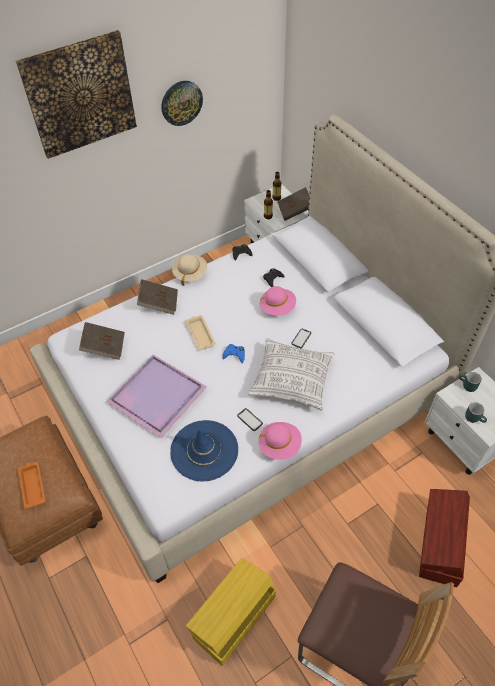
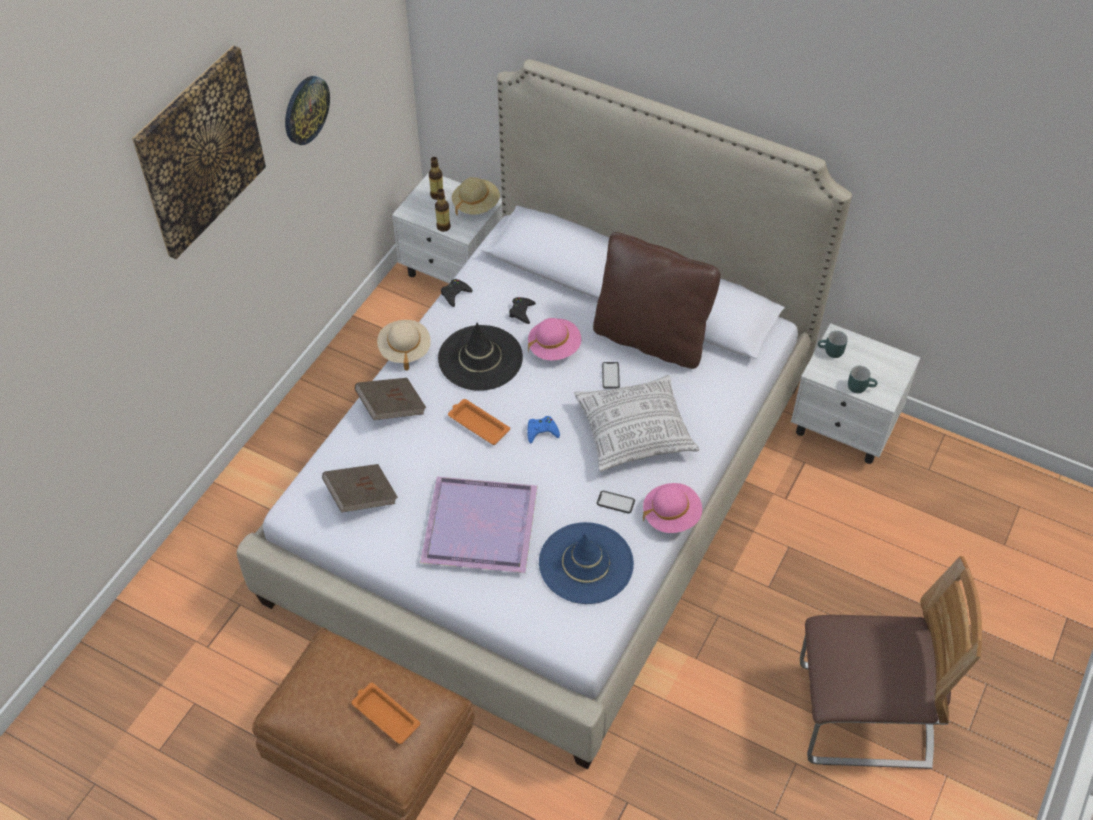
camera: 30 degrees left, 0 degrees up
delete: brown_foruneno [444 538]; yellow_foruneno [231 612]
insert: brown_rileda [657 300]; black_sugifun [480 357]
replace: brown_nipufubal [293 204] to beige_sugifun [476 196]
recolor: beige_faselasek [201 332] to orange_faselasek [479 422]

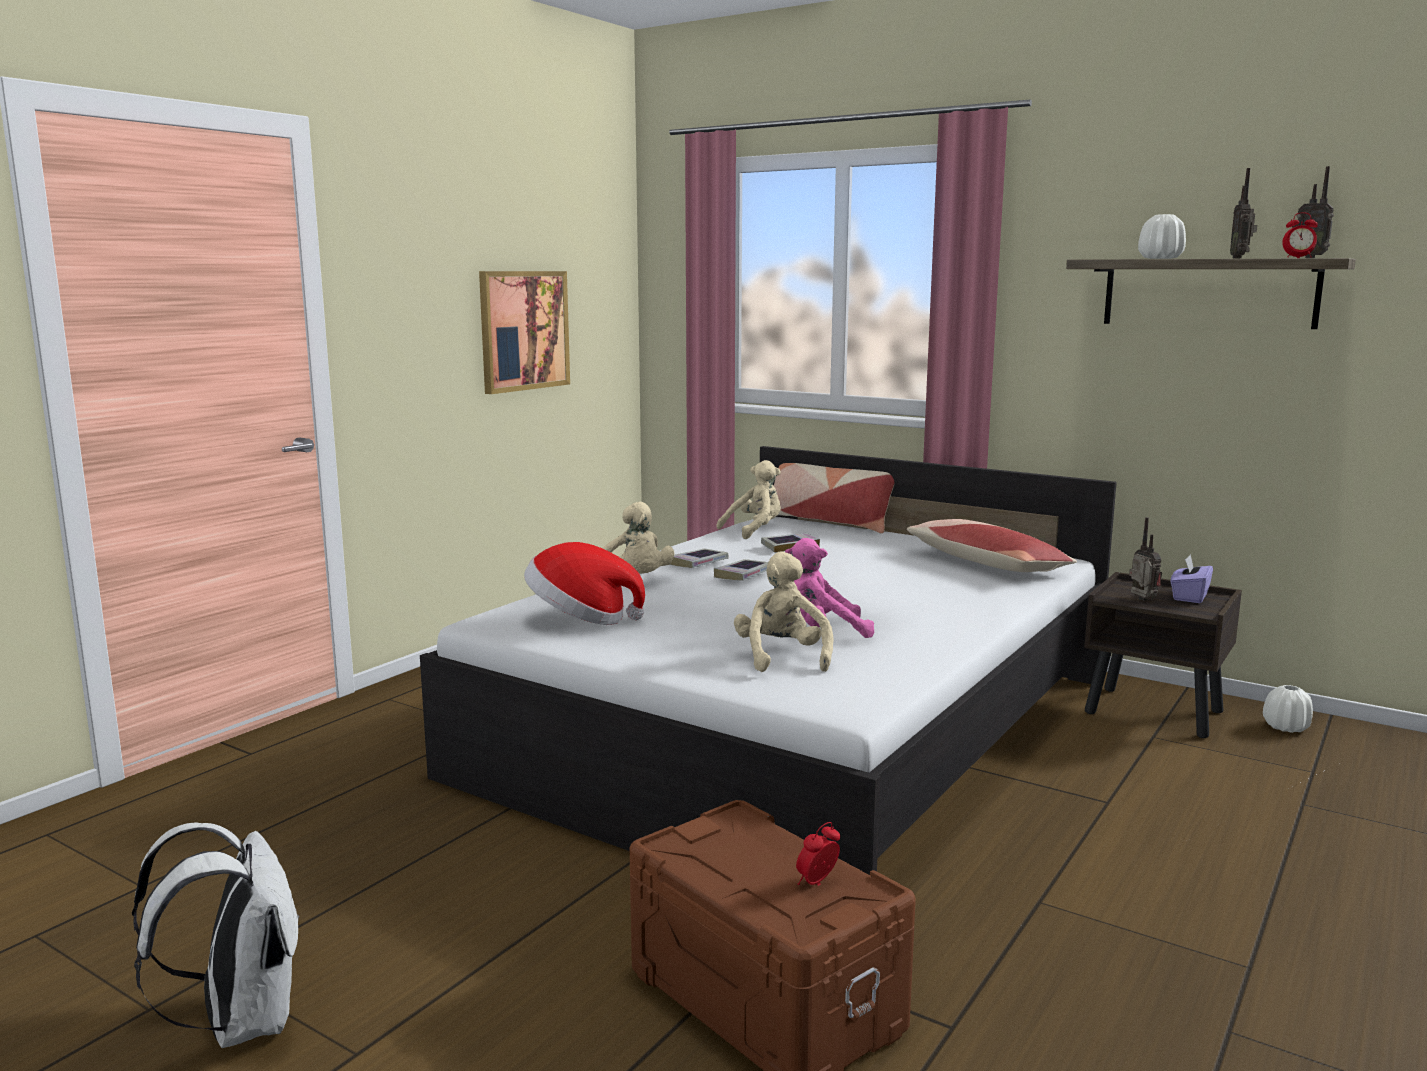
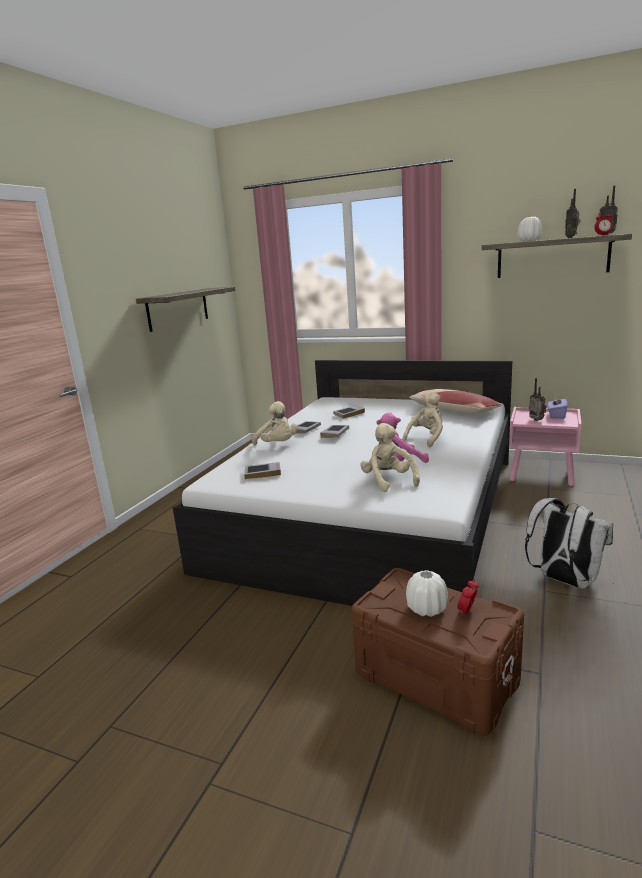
camera: 10 degrees left, 5 degrees up
delete: rileda [834 498]
move: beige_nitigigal [748 499] to [423 419]; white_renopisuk [1288 709] to [427 593]; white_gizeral [215 935] to [569 543]
replace: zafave [524 332] to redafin [185 309]; sugifun [584 583] to nipufubal [262 470]
recolor: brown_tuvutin [1163 655] to pink_tuvutin [545 446]

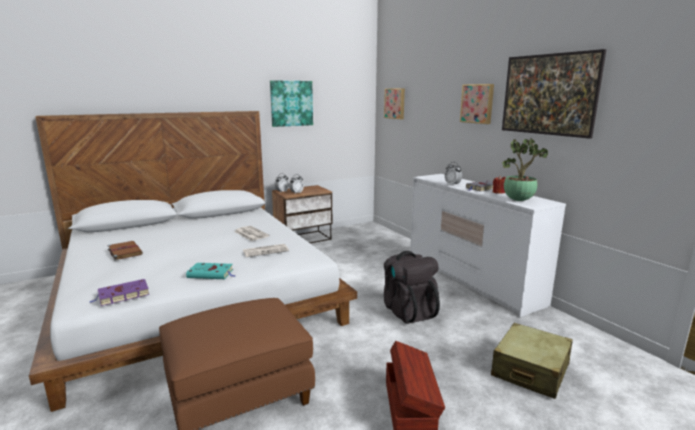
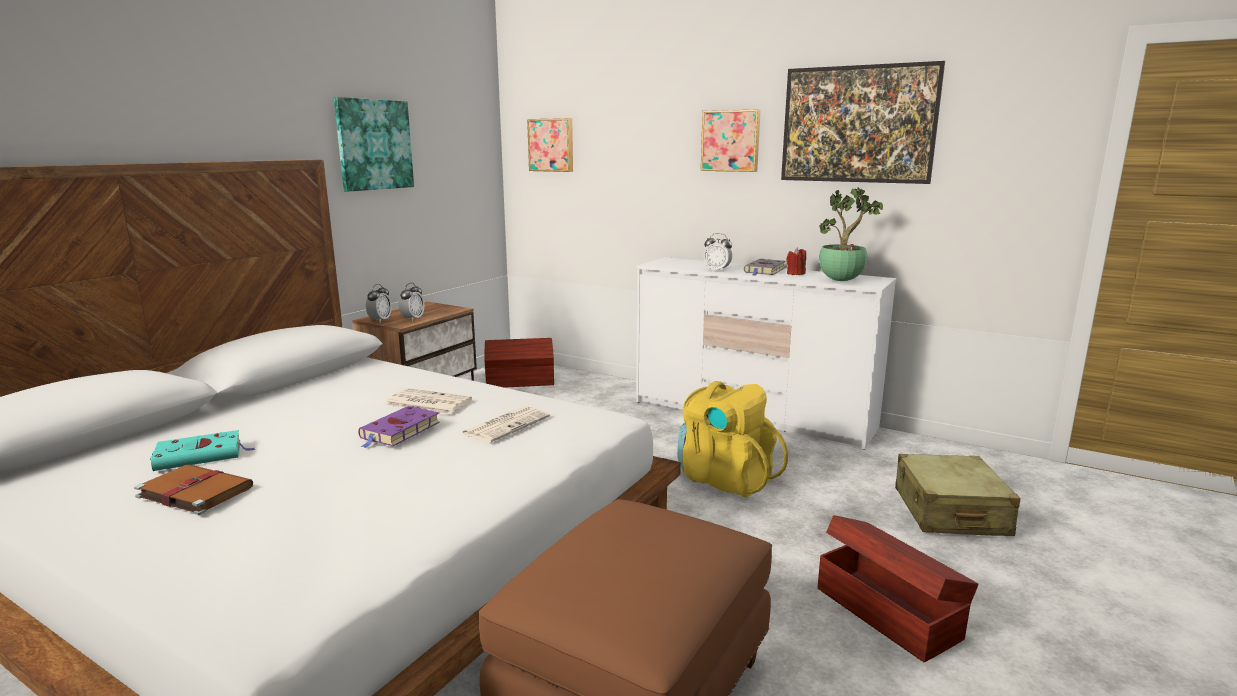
camera: 30 degrees left, 0 degrees up
insert: brown_foruneno [519 363]
move: turquoise_nipufubal [211 271] to [202 450]; purple_nipufubal [119 292] to [399 427]
recolor: black_gizeral [412 287] to yellow_gizeral [733 439]

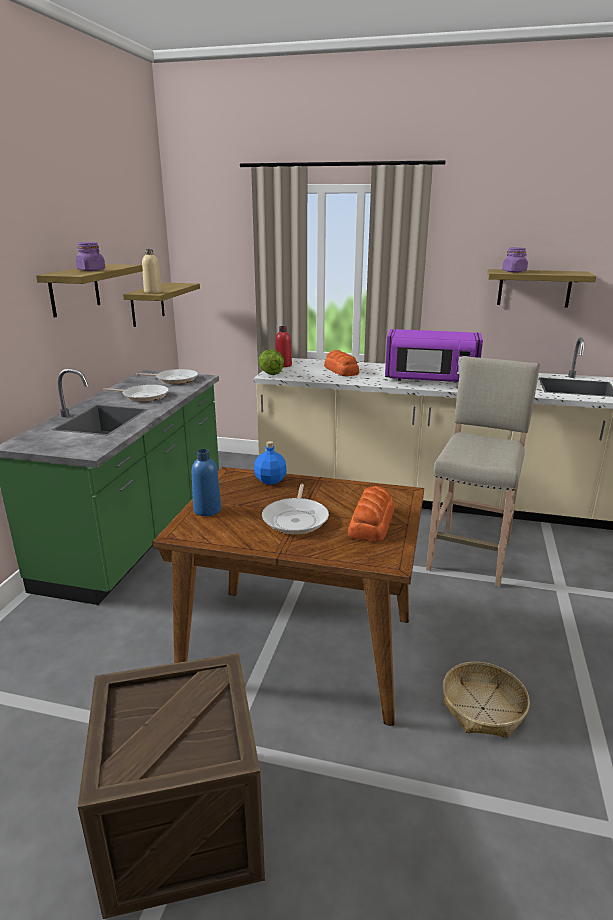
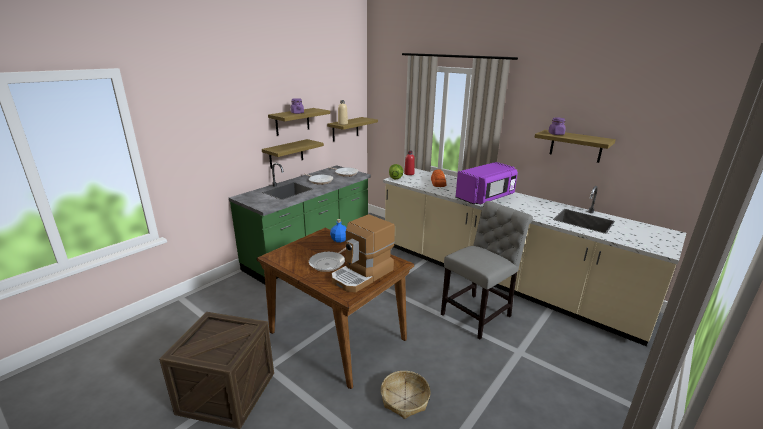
camera: 25 degrees right, 0 degrees up
delete: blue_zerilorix [206 482]
insert: redafin [293 154]
replace: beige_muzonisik [483 471] to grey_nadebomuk [487 270]; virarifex [371 514] to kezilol [363 253]
rotate: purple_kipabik [434 355] = [487 183] 75 degrees counterclockwise

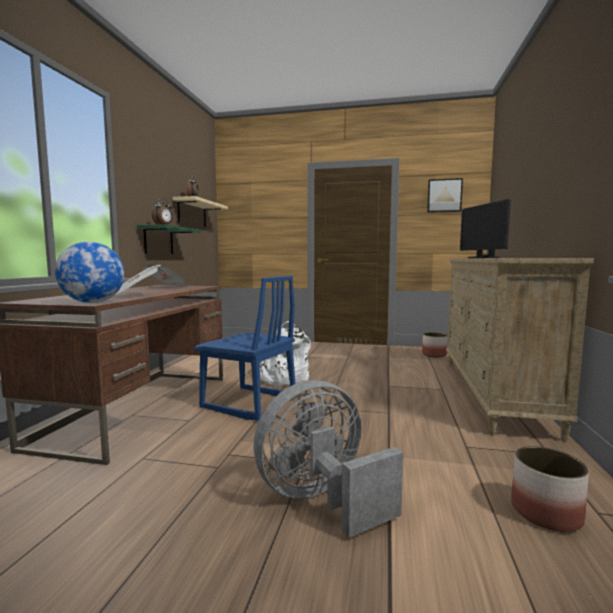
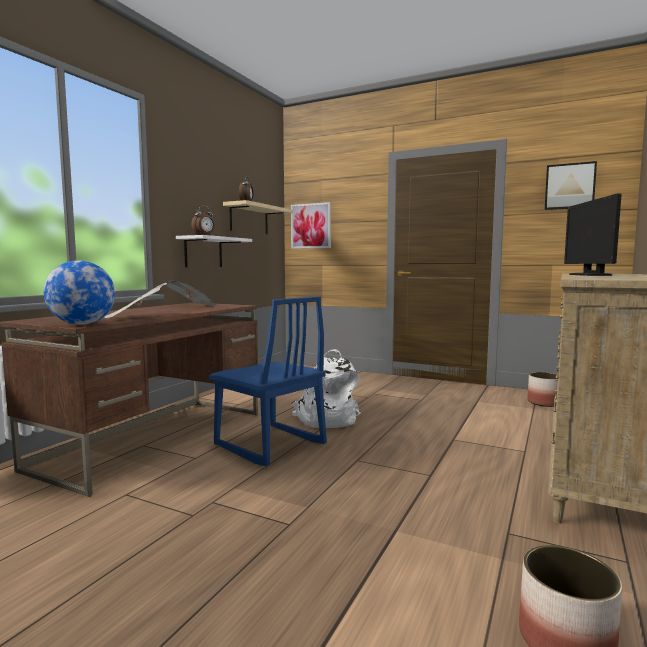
camera: 15 degrees right, 0 degrees up
delete: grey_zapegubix [328 459]
insert: zafave [311 225]
recolor: green_redafin [169 239] to white_redafin [214 251]

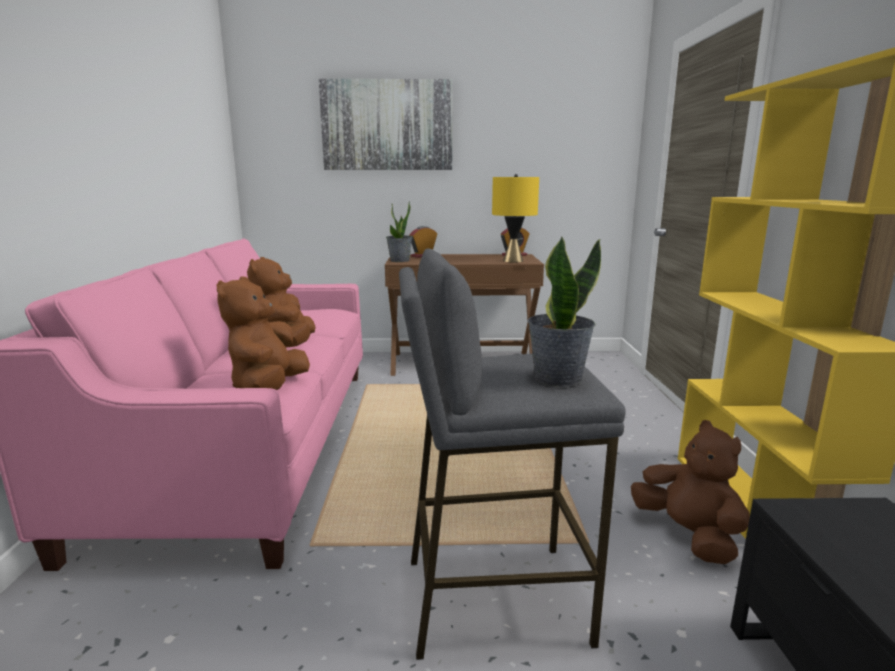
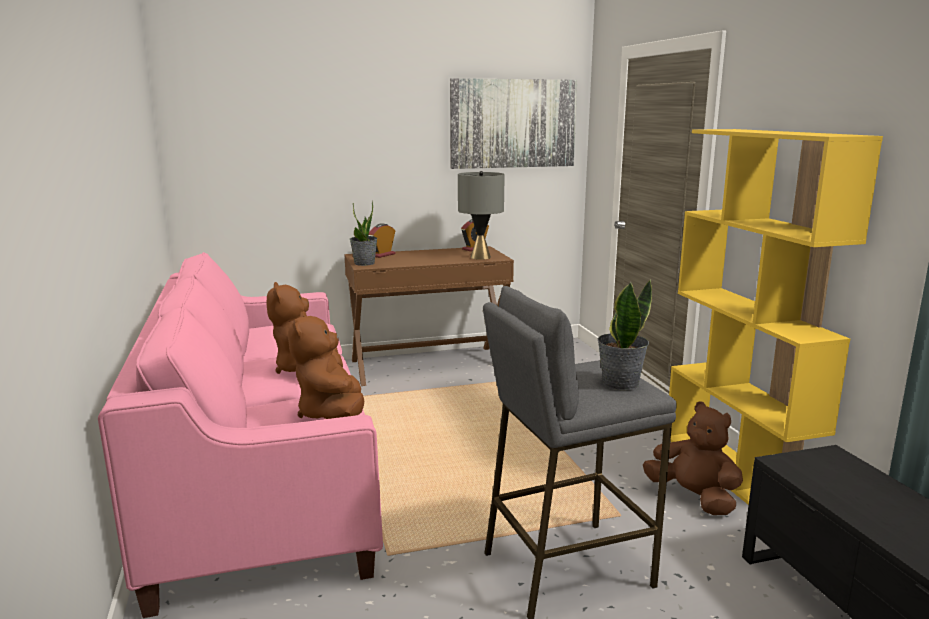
camera: 15 degrees left, 0 degrees up
move: zafave [386 124] to [513 123]
recolor: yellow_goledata [515 218] to grey_goledata [481 215]

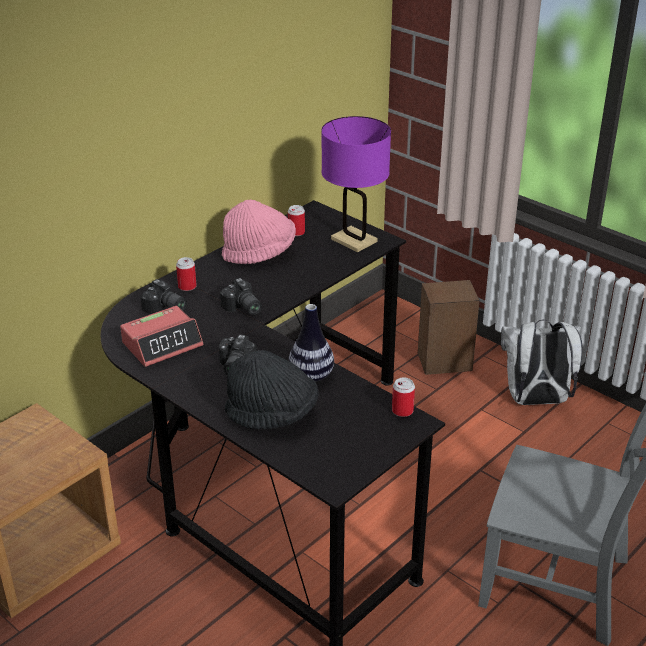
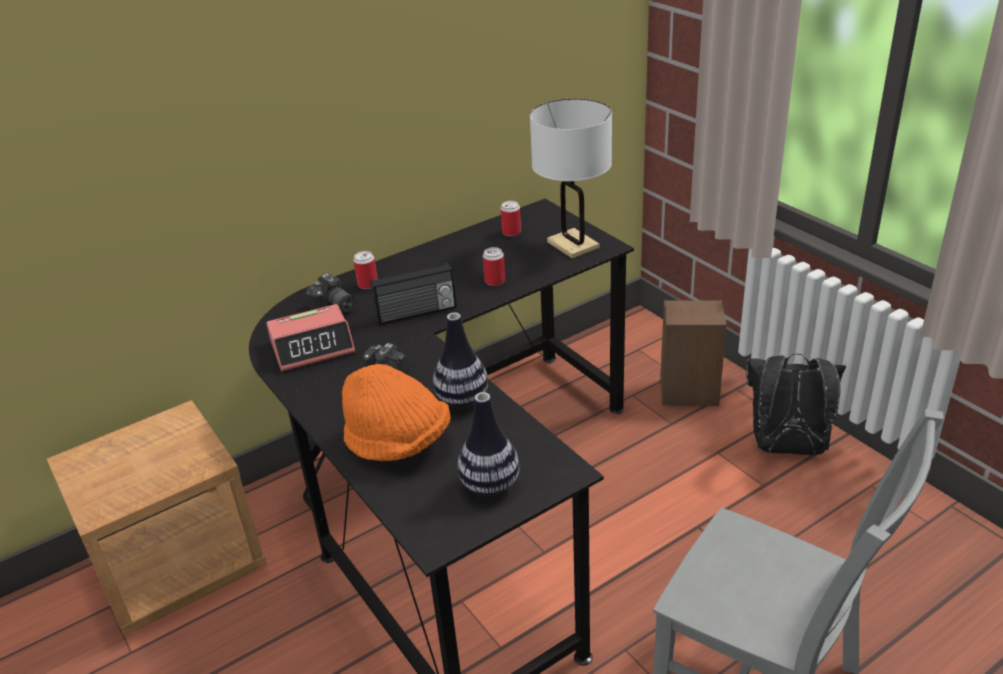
camera: 15 degrees right, 0 degrees up
delete: pink_sugifun [259 232]
insert: renopisuk [489 444]
move: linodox [403 397] to [494 266]
replace: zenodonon [241 296] to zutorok [414 294]
recolor: purple_goledata [356 184] to white_goledata [571 178]; white_gizeral [541 362] to black_gizeral [796 404]; black_sugifun [271 389] to orange_sugifun [396 412]

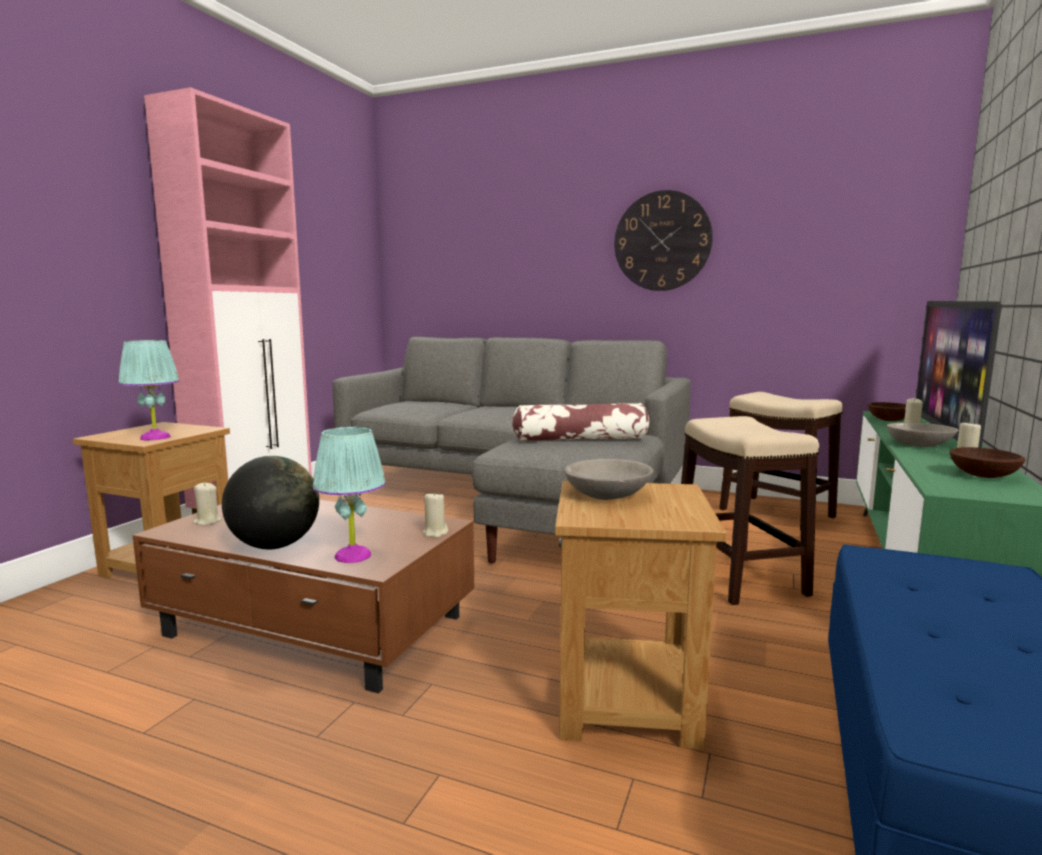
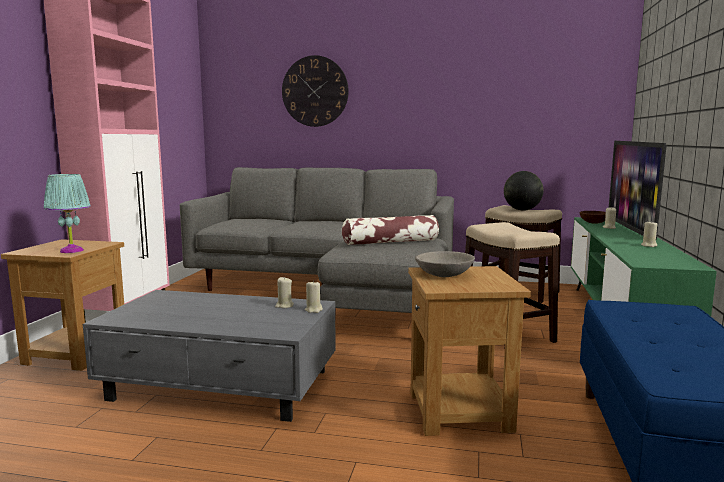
camera: 10 degrees left, 0 degrees up
delete: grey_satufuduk [923 434]; turquoise_goledata [349 495]; brown_satufuduk [988 462]
move: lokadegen [663 240] to [315 91]; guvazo [270 502] to [524 191]; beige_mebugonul [207 503] to [284 292]
recolor: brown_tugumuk [303 596] to grey_tugumuk [209 356]

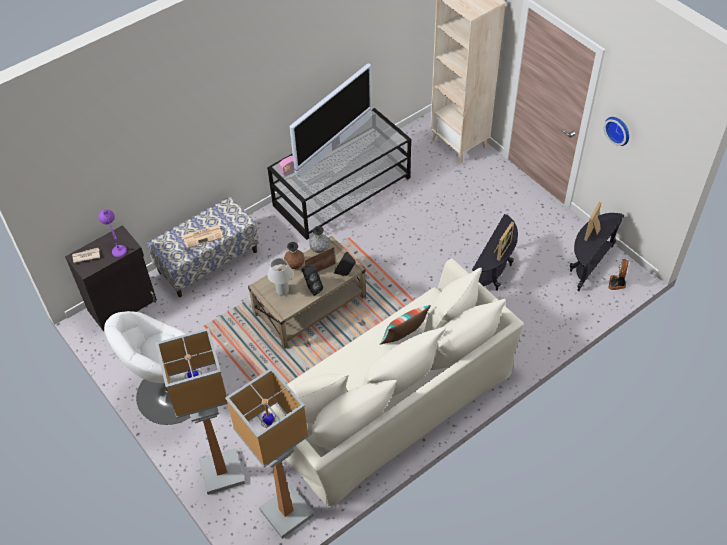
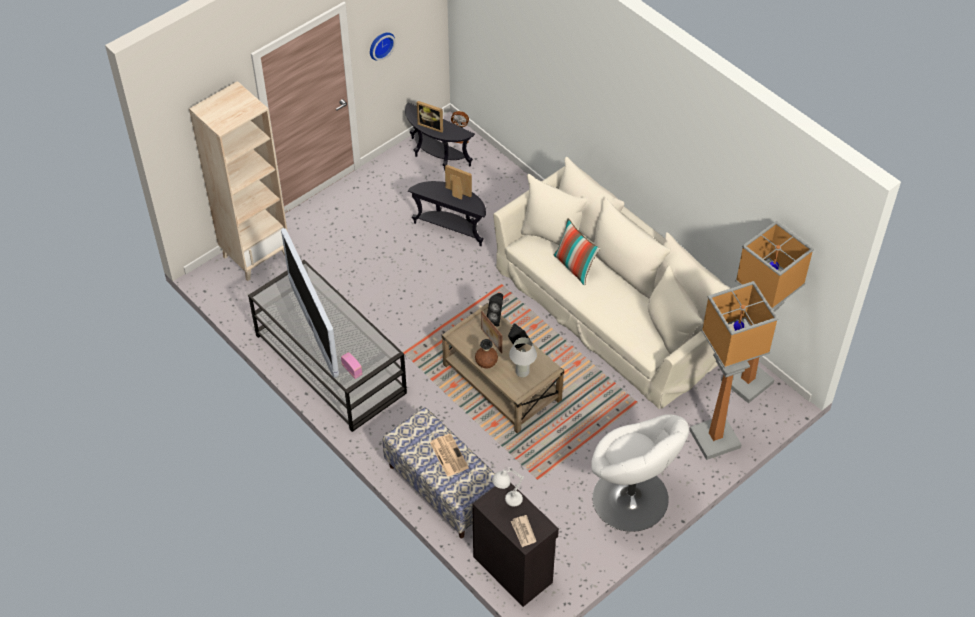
camera: 95 degrees left, 0 degrees up
delete: grey_renopisuk [319 239]
recolor: purple_goledata [113 233] to white_goledata [508 487]
rotate: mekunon [330 120] = [310 303] 150 degrees counterclockwise

